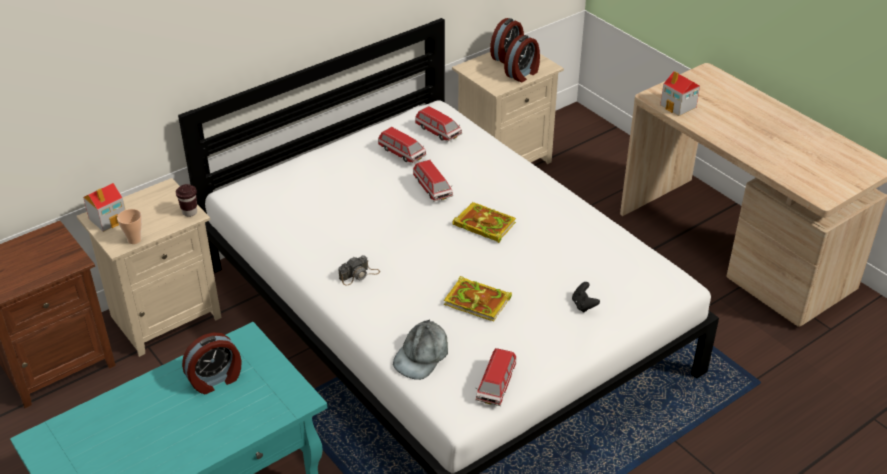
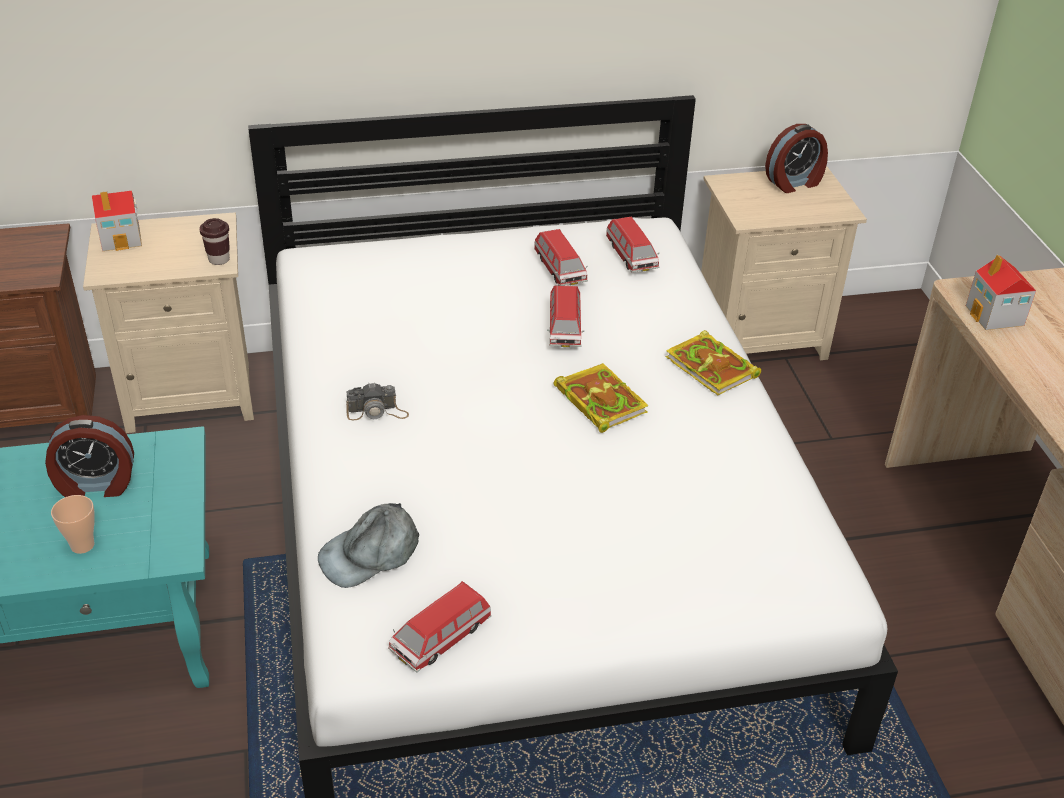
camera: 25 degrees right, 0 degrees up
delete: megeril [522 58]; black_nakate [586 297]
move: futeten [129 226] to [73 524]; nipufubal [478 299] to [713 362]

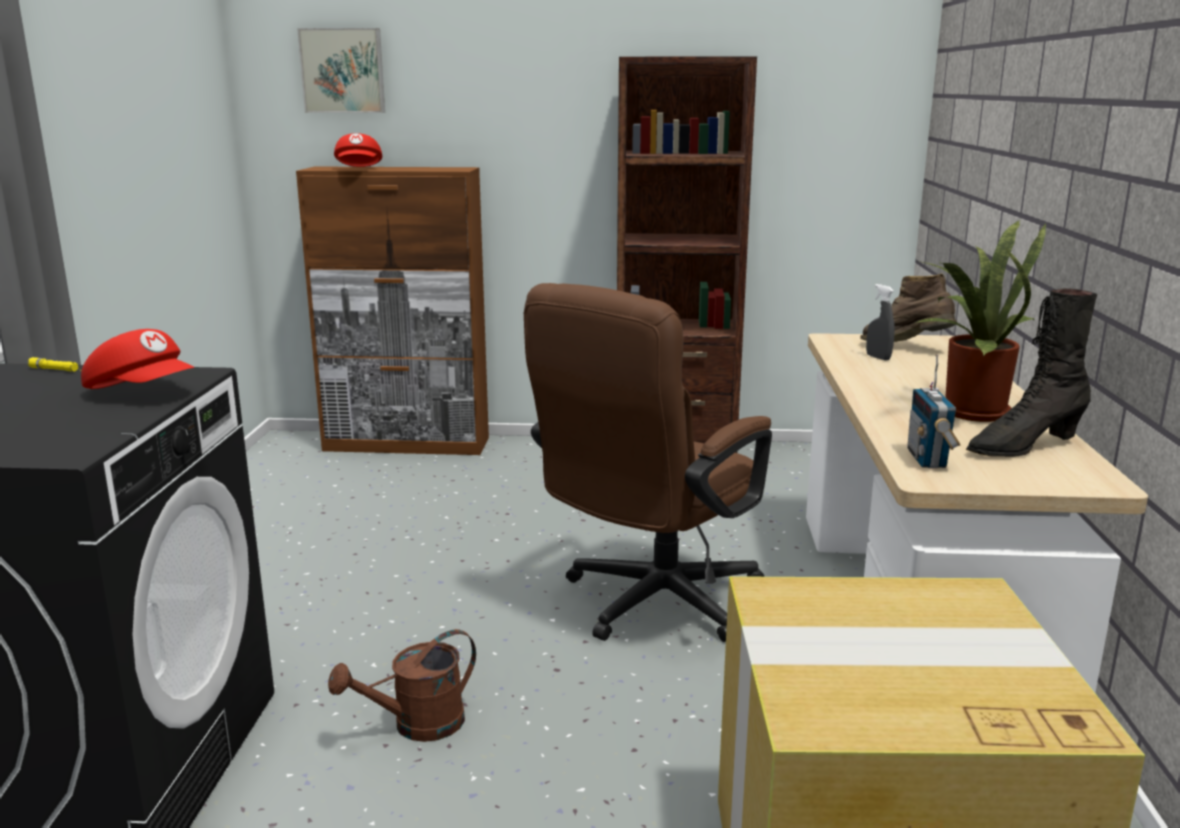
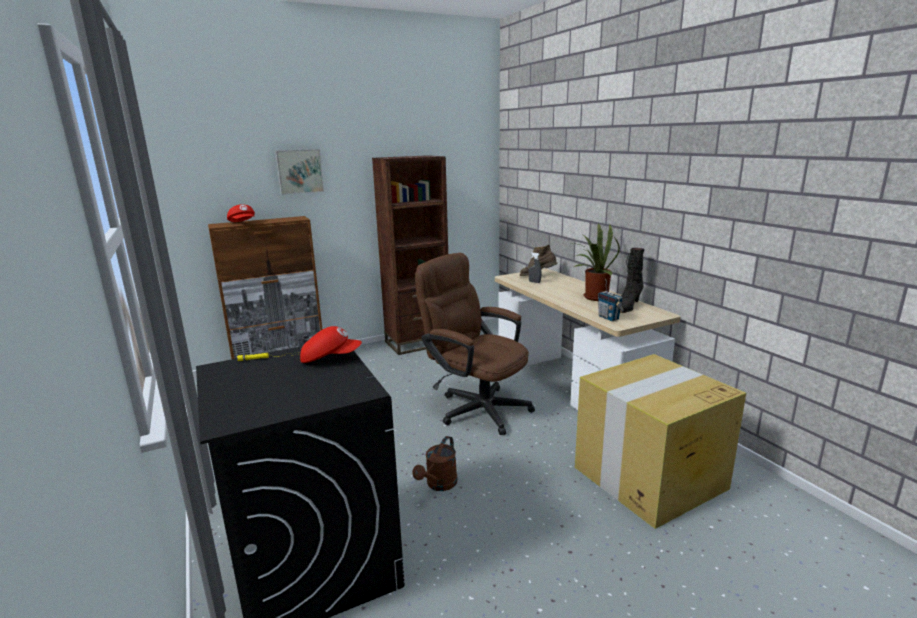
camera: 30 degrees left, 0 degrees up
move: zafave [341 70] to [299 172]
rotate: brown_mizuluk [648 462] = [475 344] 120 degrees clockwise

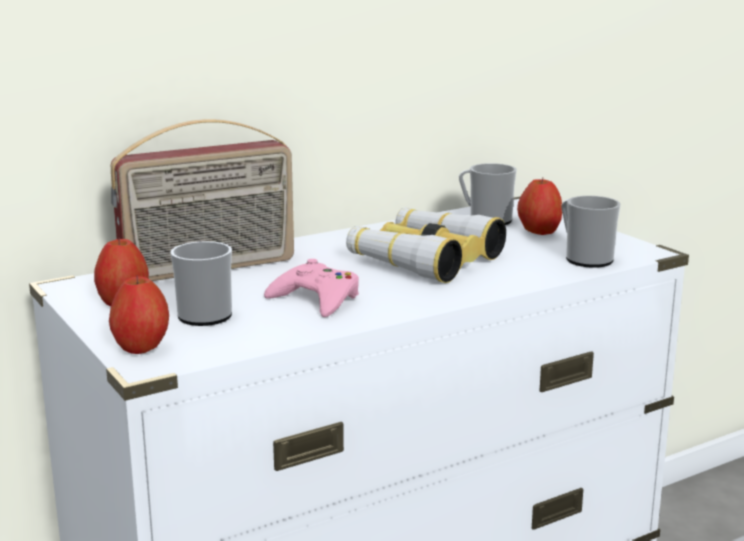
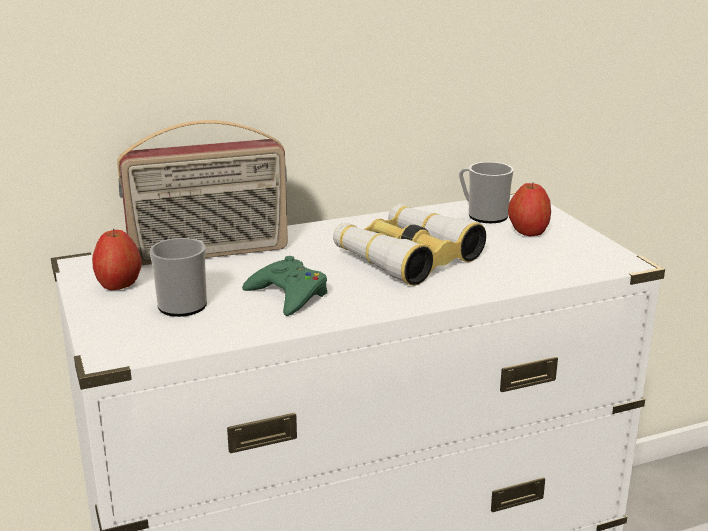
camera: 10 degrees right, 5 degrees up
delete: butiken [591 232]; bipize [139 314]
recolor: pink_nakate [311 288] to green_nakate [284 286]

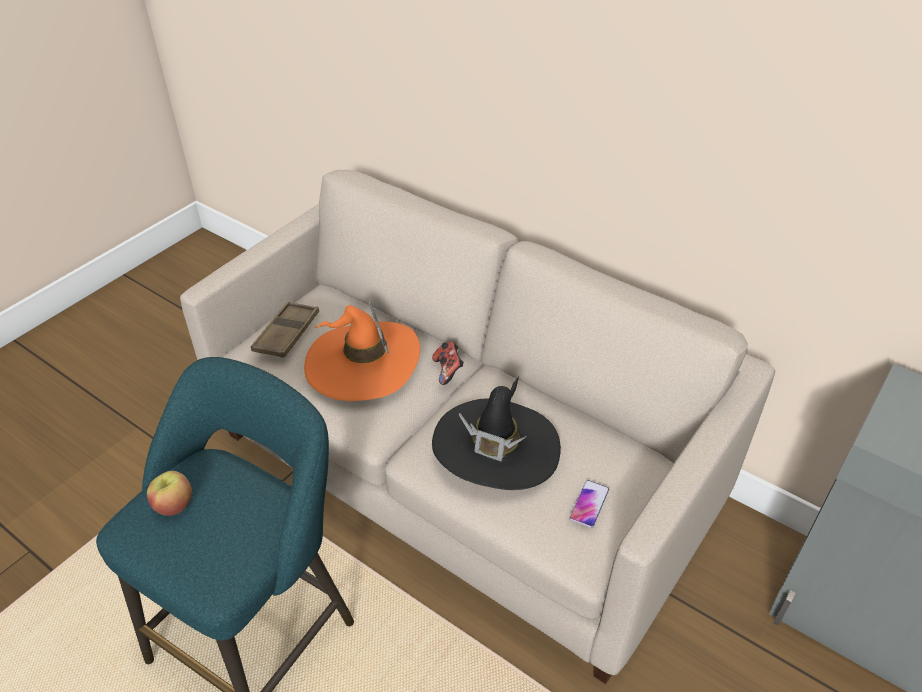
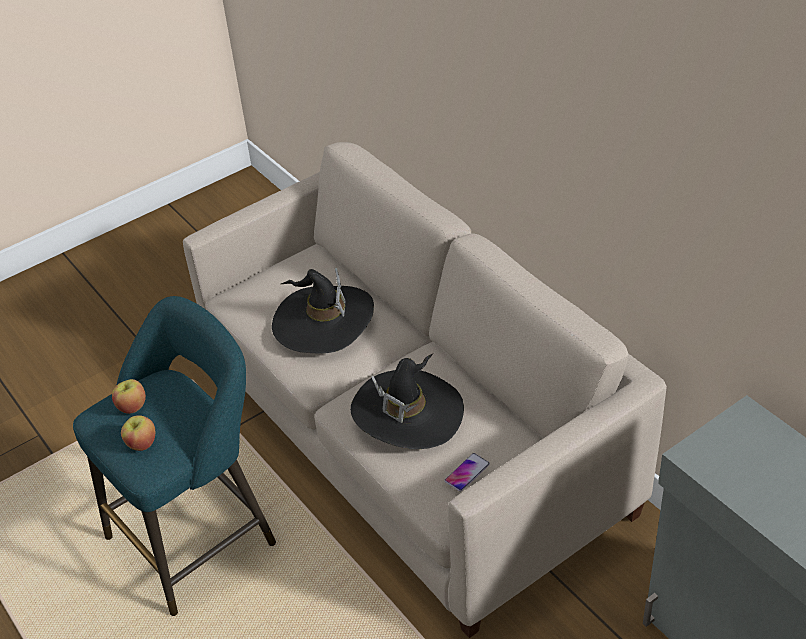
camera: 20 degrees right, 0 degrees up
delete: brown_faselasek [285 330]; nakate [448 363]
insert: bipize [138 433]
recolor: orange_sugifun [362 351] to black_sugifun [323 310]

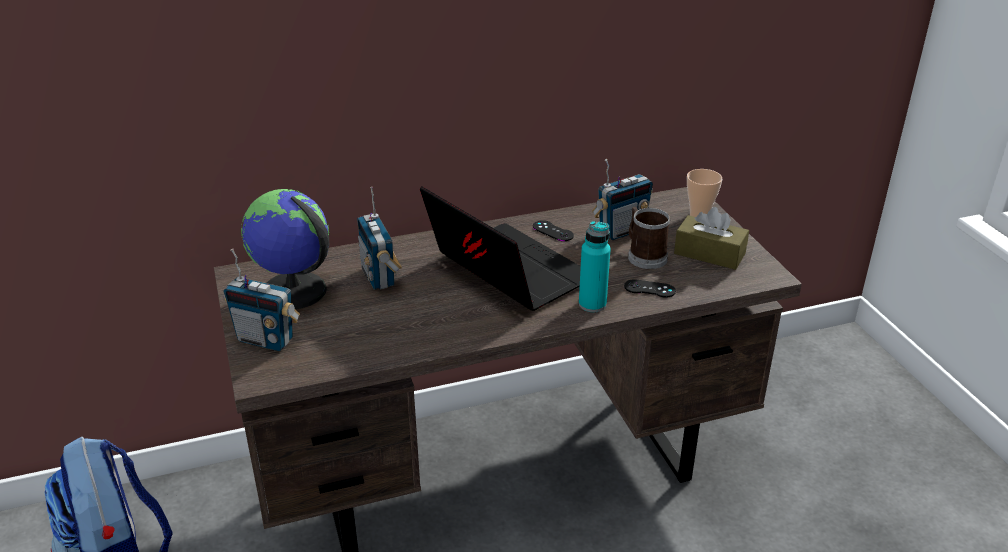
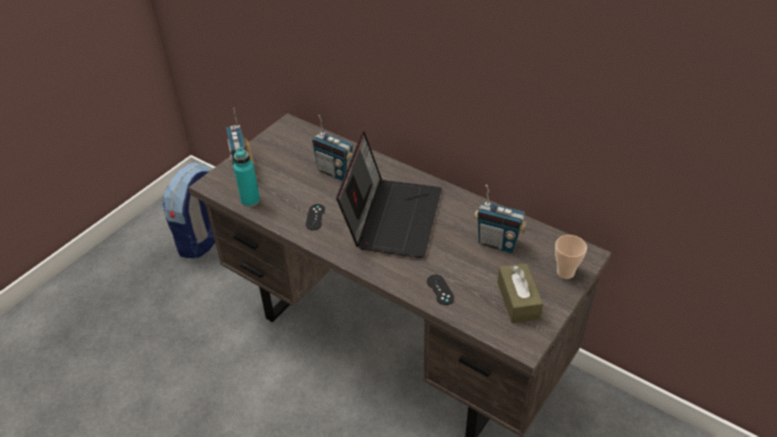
camera: 55 degrees right, 10 degrees up
delete: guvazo [285 249]; butiken [649 238]
move: black_nakate [553 230] to [315 217]; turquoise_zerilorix [595 266] to [246 177]
rotate: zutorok [379 238] = [332 148] 90 degrees counterclockwise

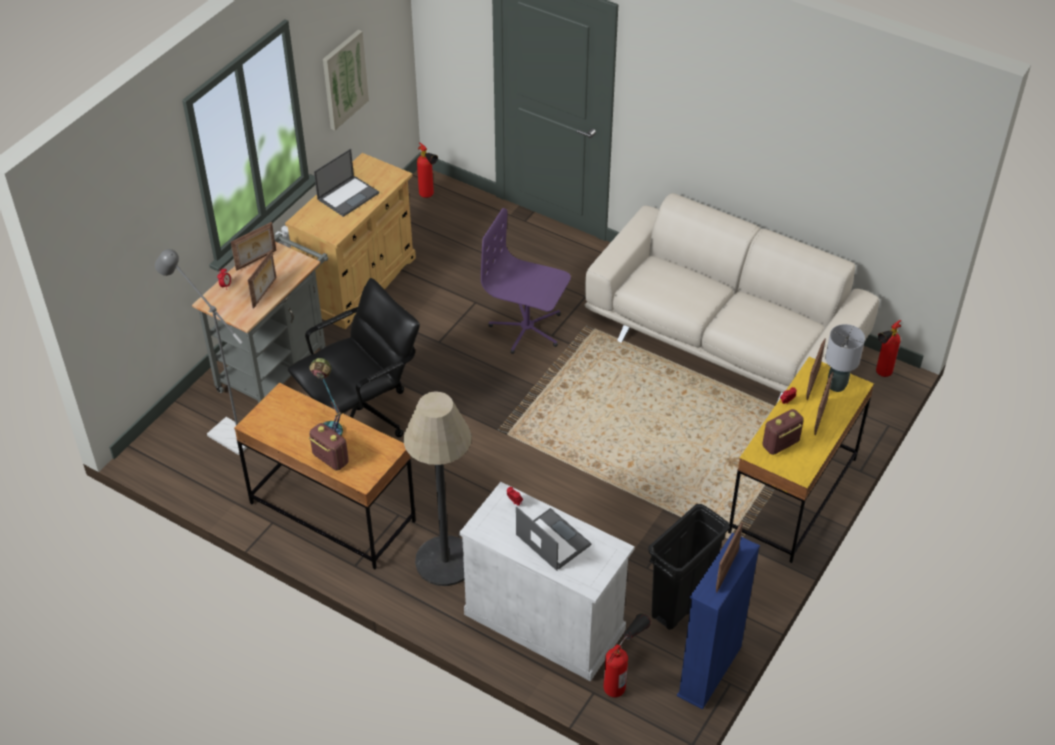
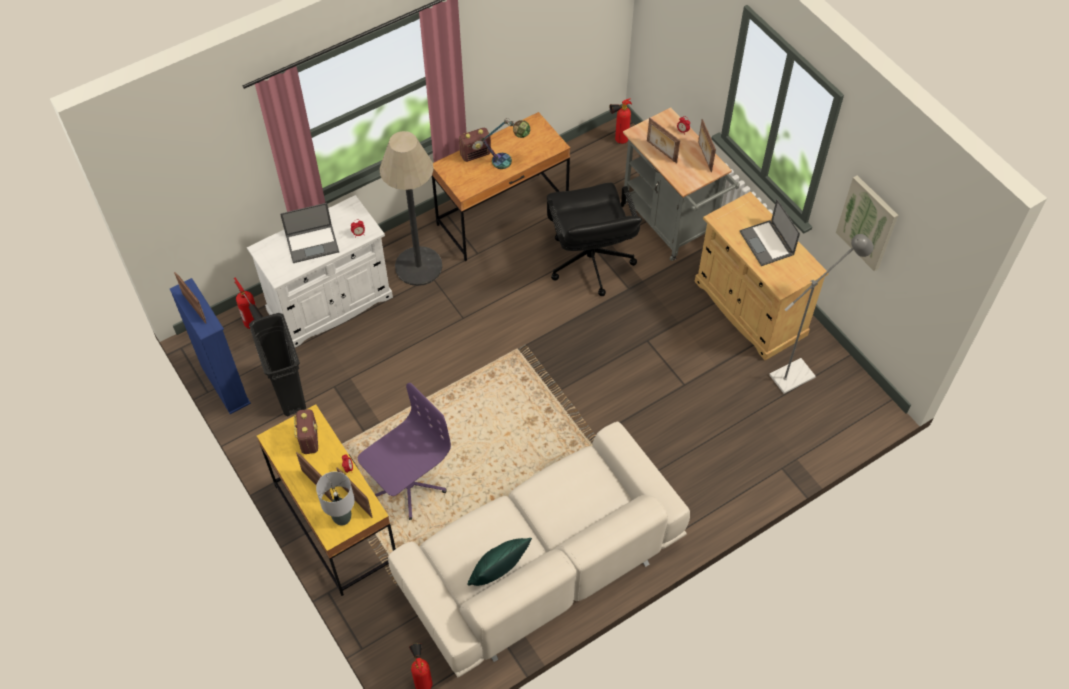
camera: 115 degrees right, 10 degrees up
insert: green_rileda [499 562]
move: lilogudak [427 170] to [620 121]; purple_mizuluk [526 281] to [404 451]; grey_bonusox [201 352] to [821 314]

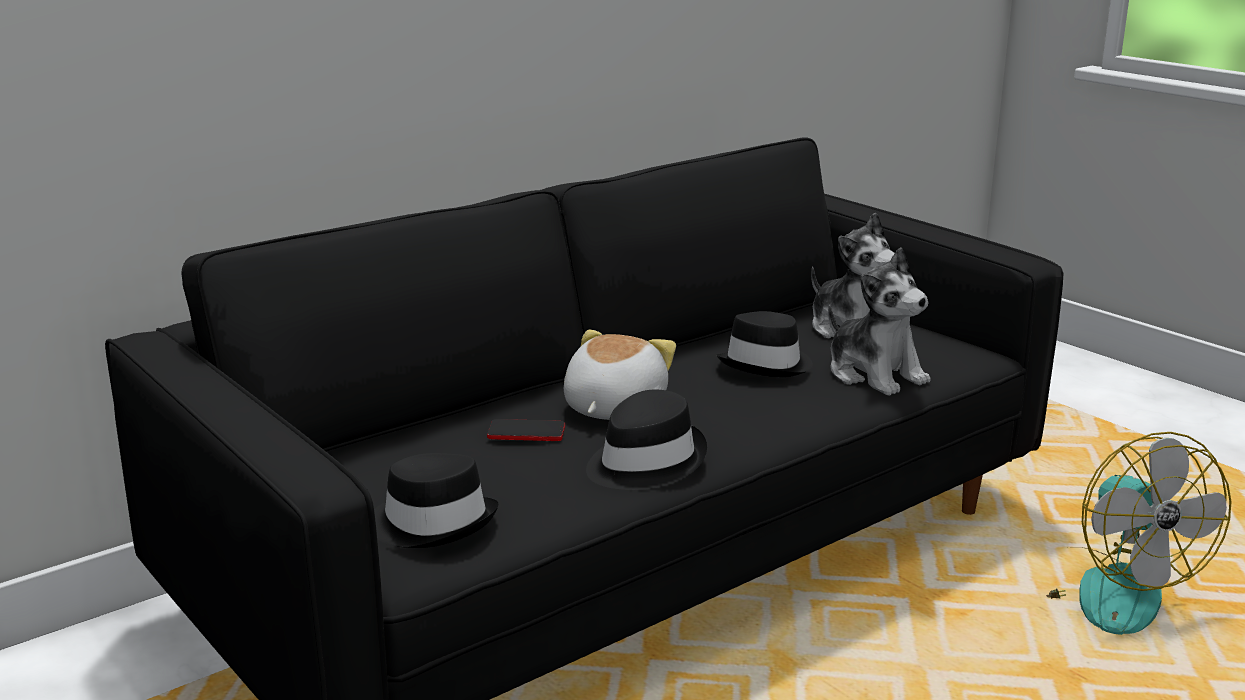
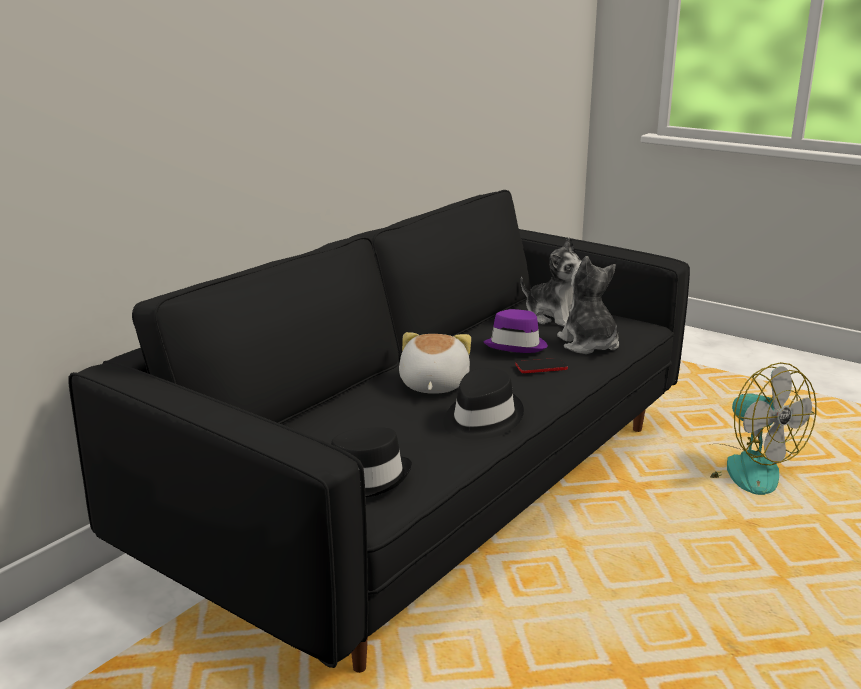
camera: 15 degrees left, 0 degrees up
move: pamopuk [526 430] to [541 365]
recolor: black_sugifun [764 344] to purple_sugifun [515 331]
rotate: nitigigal [879 321] = [588 305] 150 degrees counterclockwise

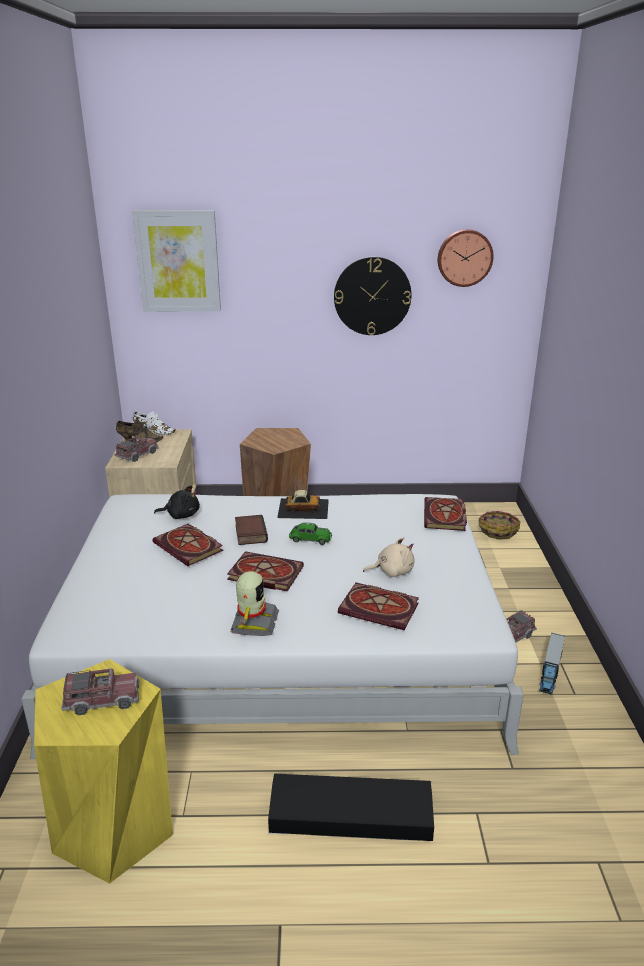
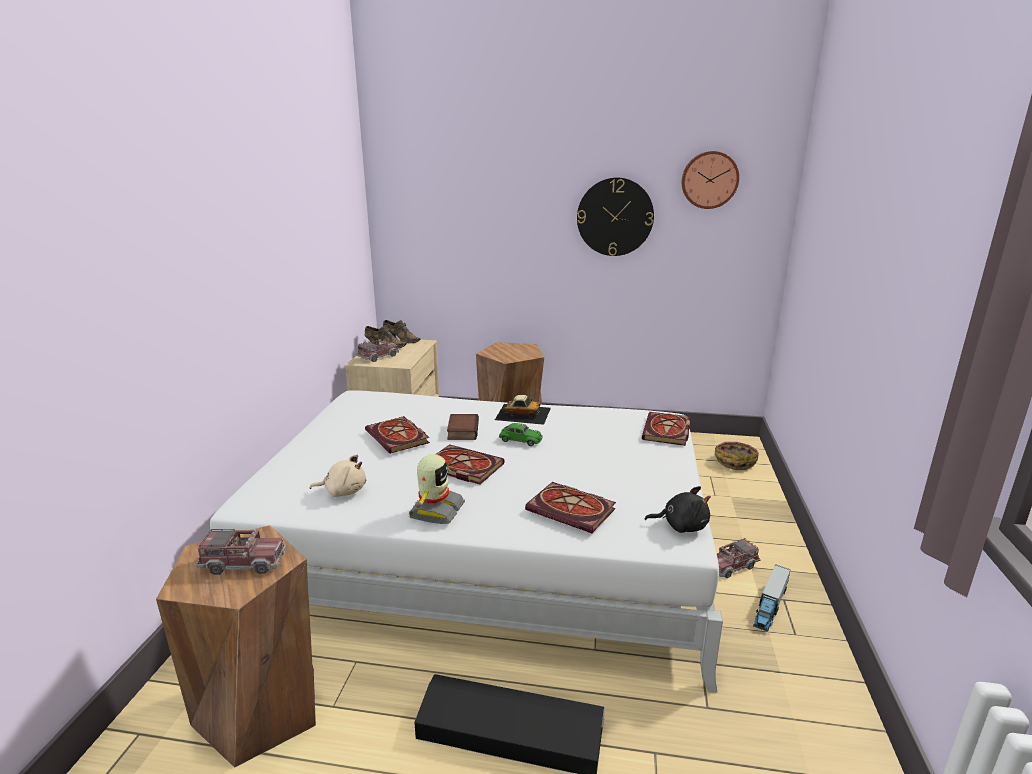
camera: 10 degrees right, 5 degrees down
delete: zafave [176 260]
move: black_nitigigal [177 502] to [678 509]; beige_nitigigal [389 557] to [338 475]
recolor: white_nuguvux [154 423] to brown_nuguvux [402 331]; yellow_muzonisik [103 771] to brown_muzonisik [236 646]

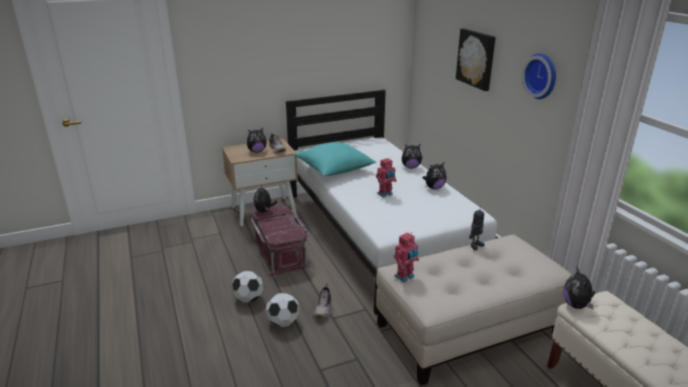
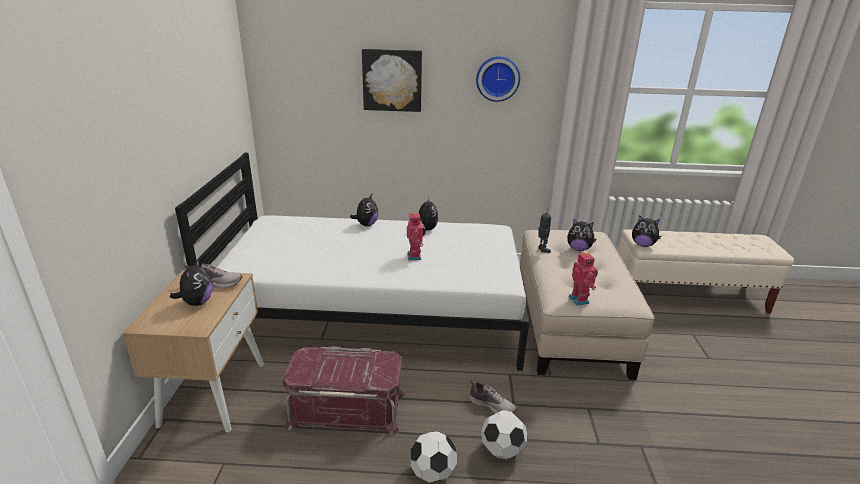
camera: 65 degrees left, 0 degrees up
delete: turquoise_rileda [335 159]
move: nitigigal [265 198] to [581 235]

